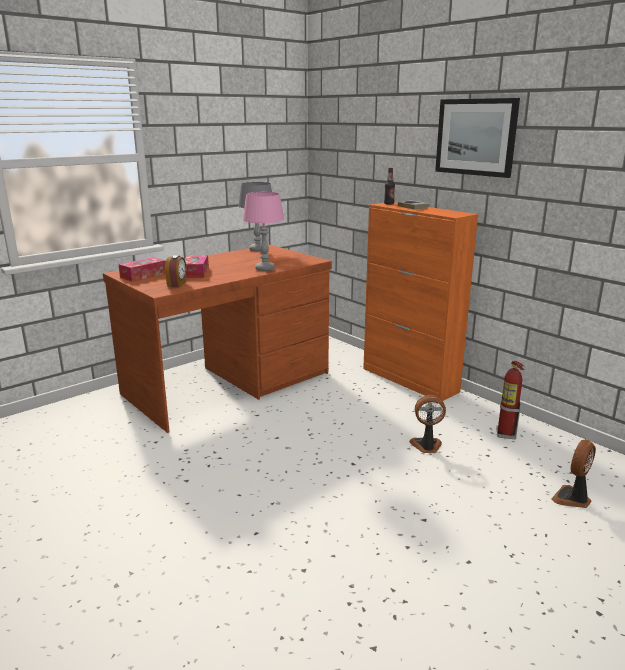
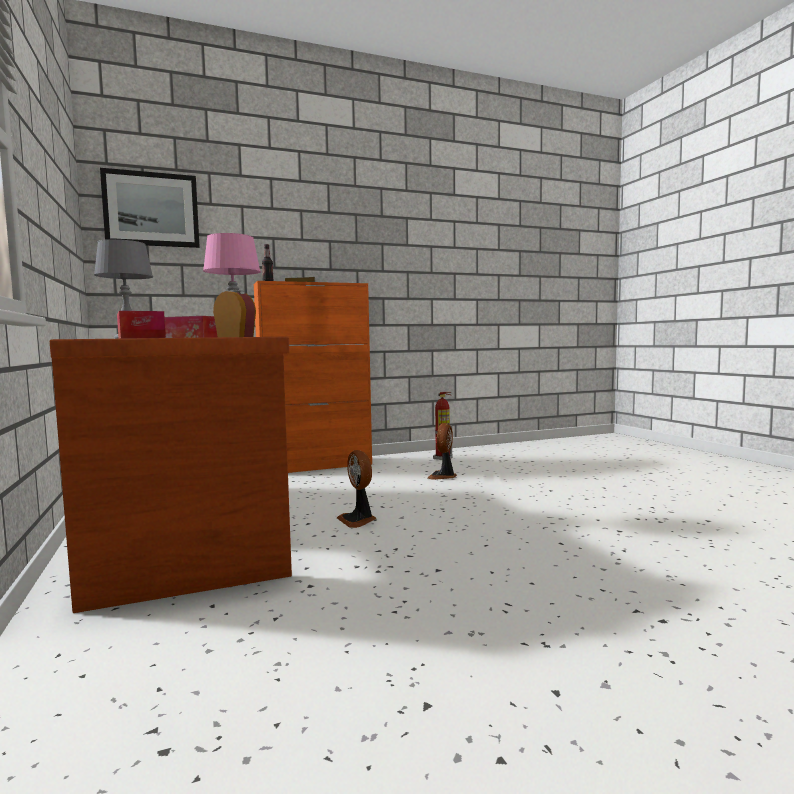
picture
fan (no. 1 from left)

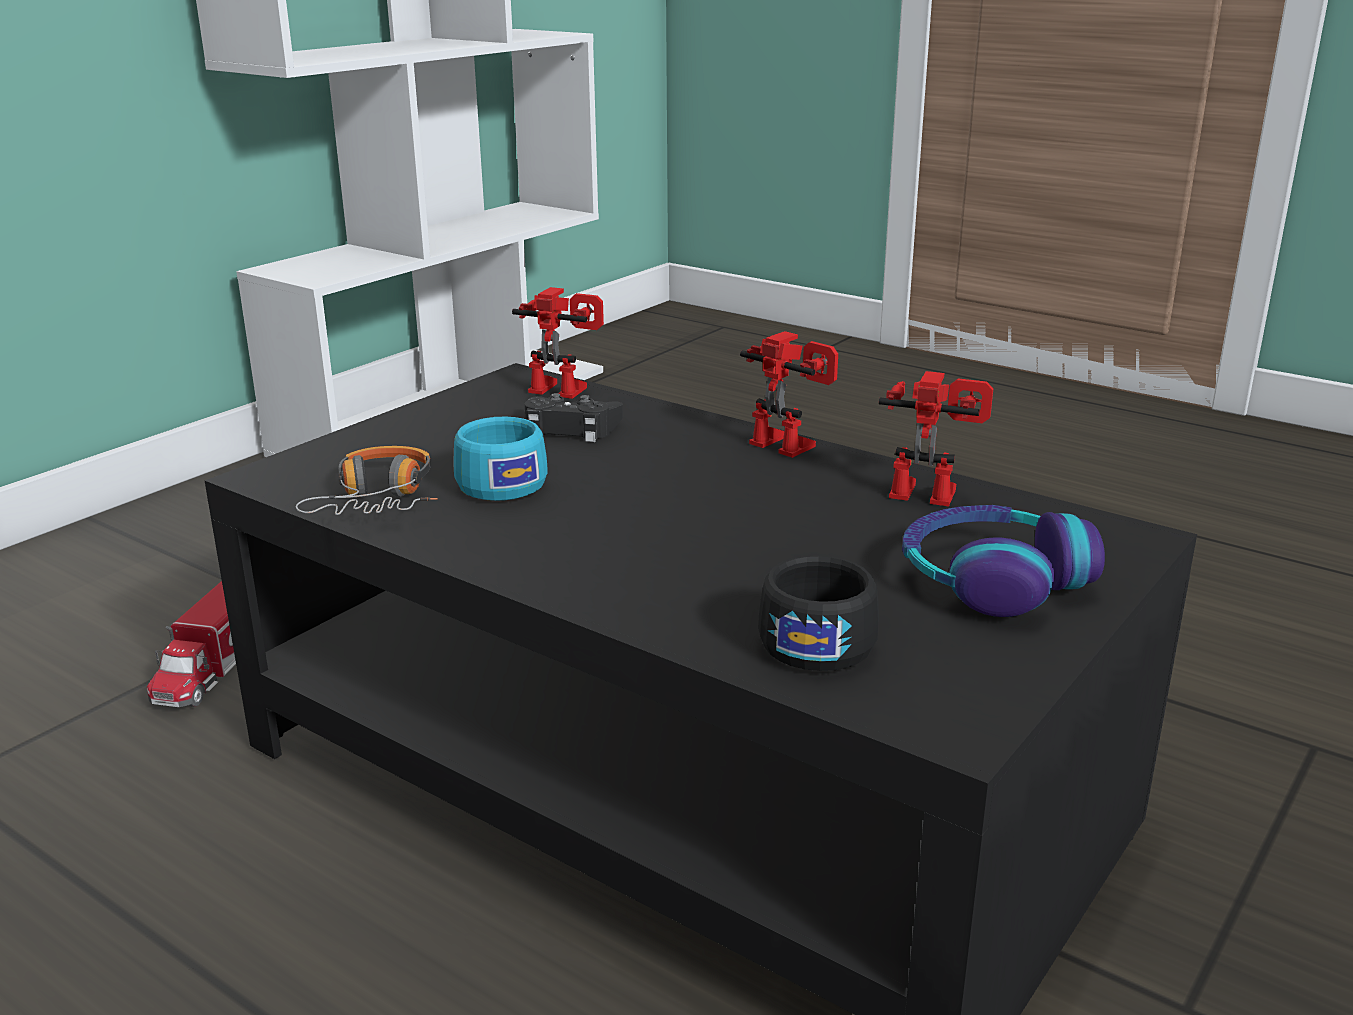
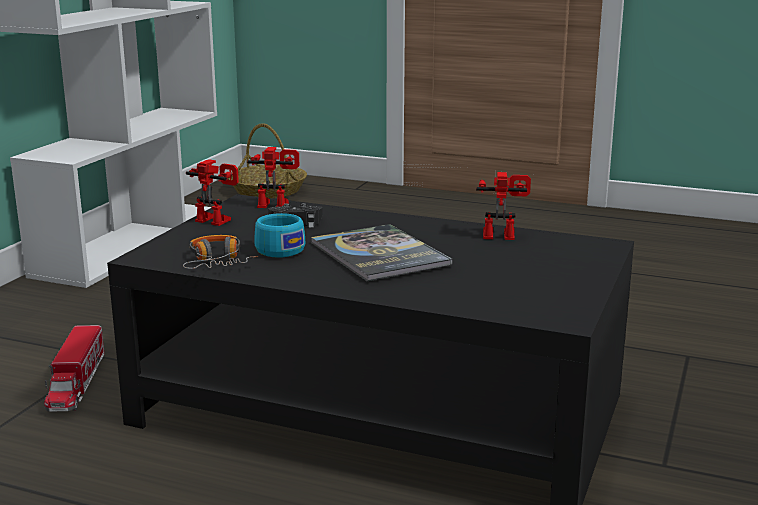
toy robot (no. 1 from left)
basket
book
black cup
headphones (no. 2 from left in the first image)

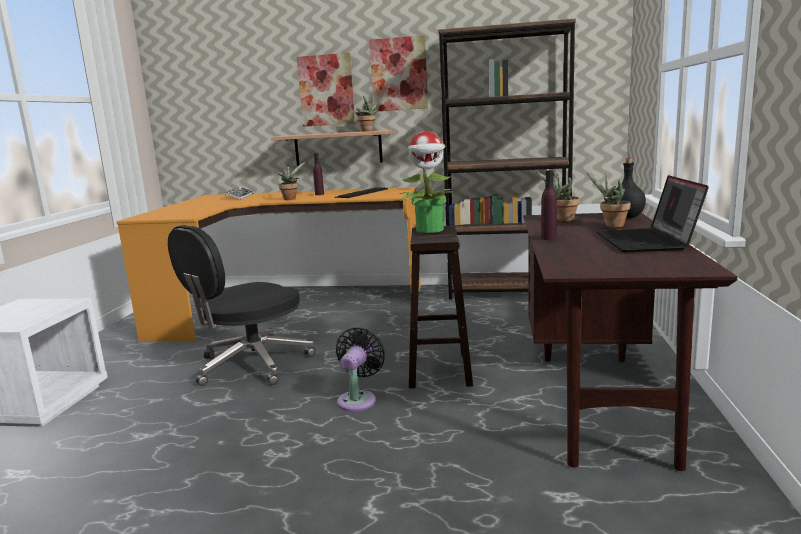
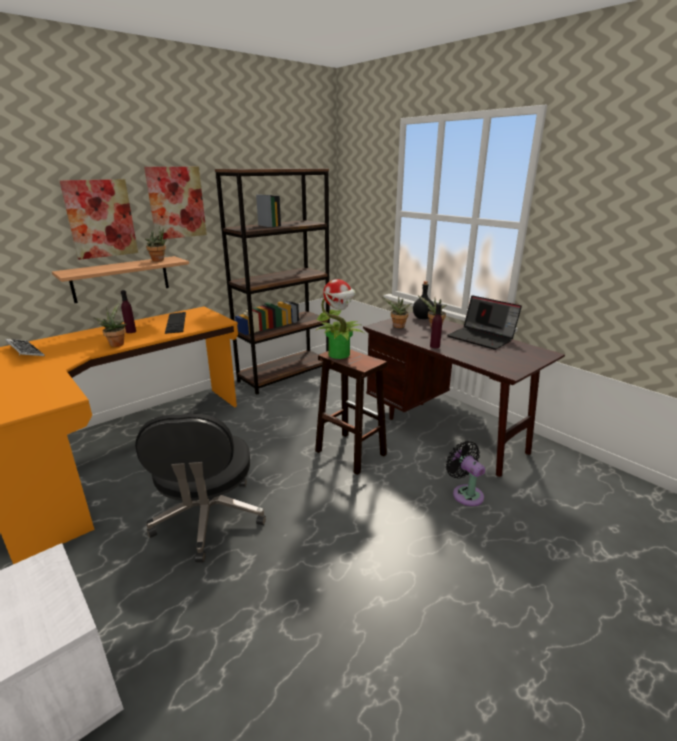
black fan

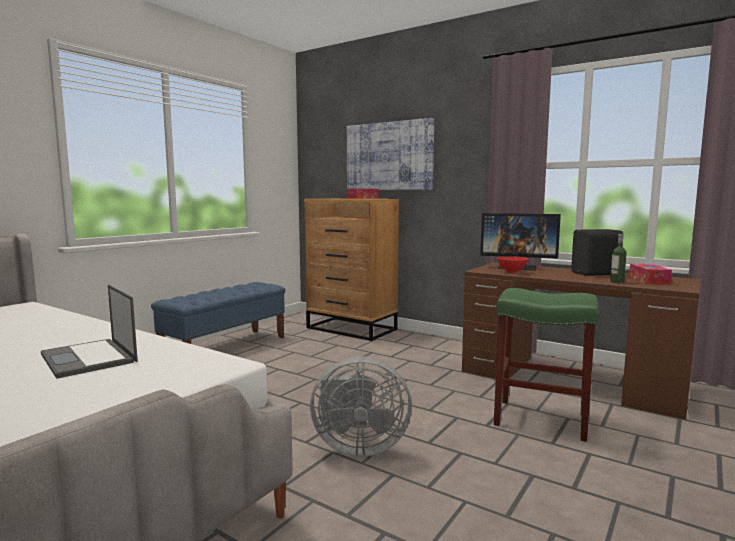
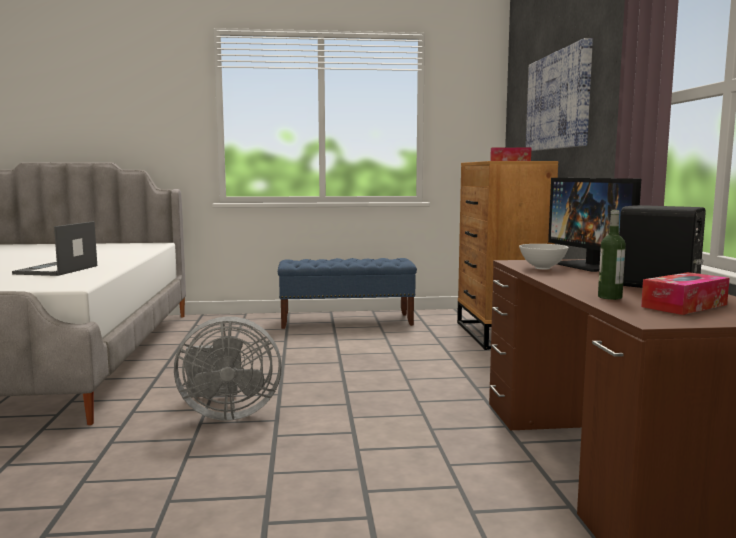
grey fan
white bowl
green stool

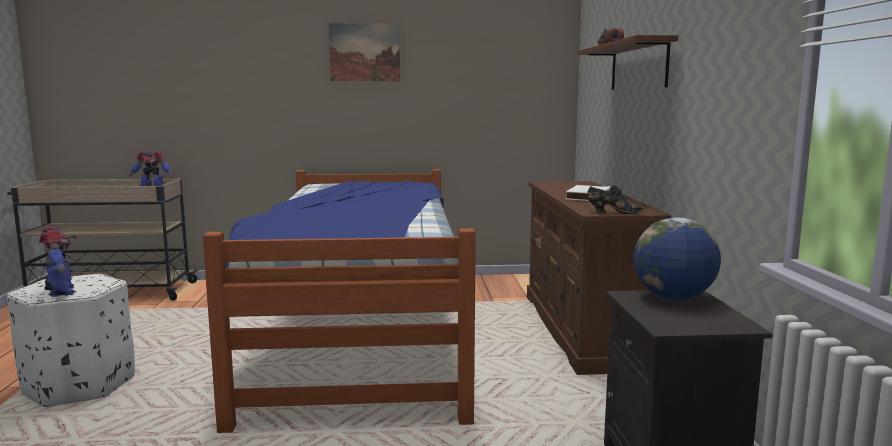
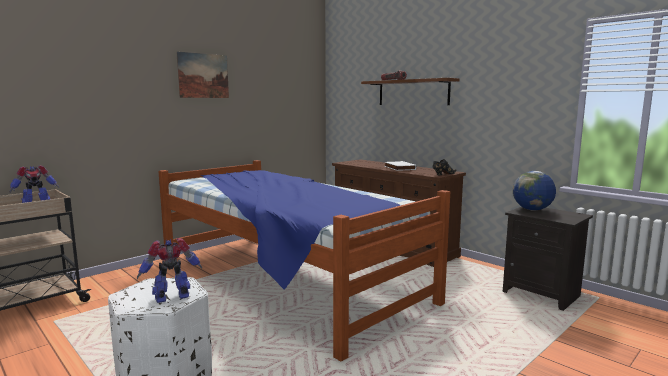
toy robot (no. 2 from left)

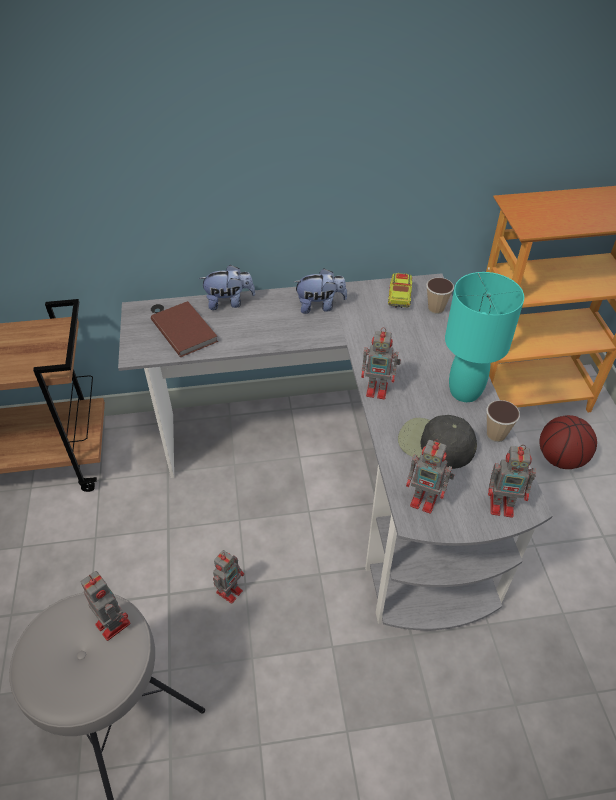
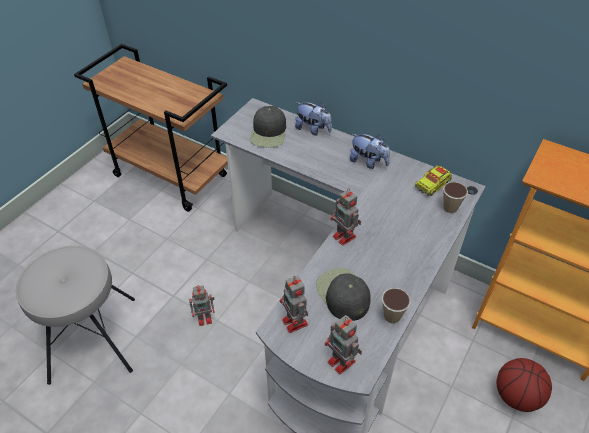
black cap (no. 1 from left)
toy robot (no. 1 from left in the first image)
turquoise table lamp

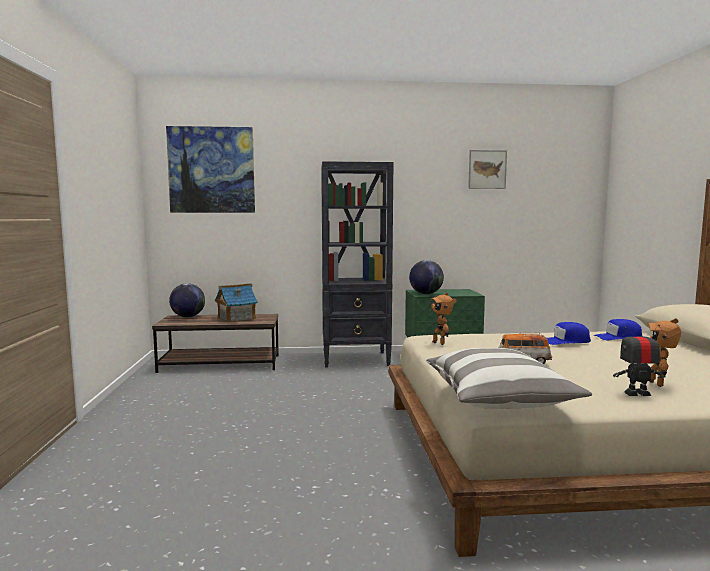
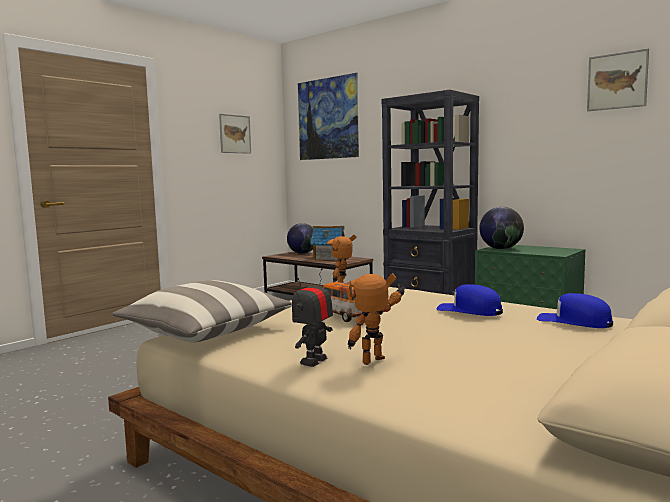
picture (no. 1 from left)
toy robot (no. 1 from left)

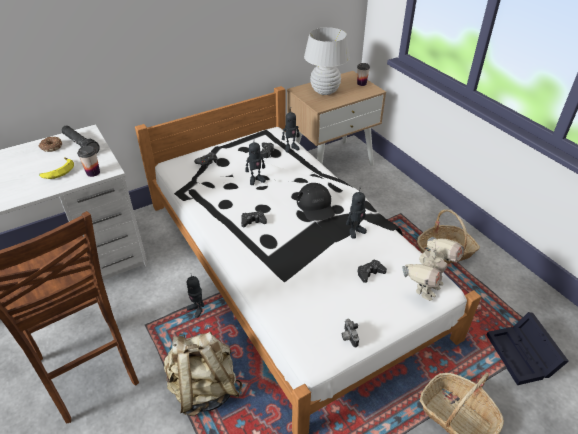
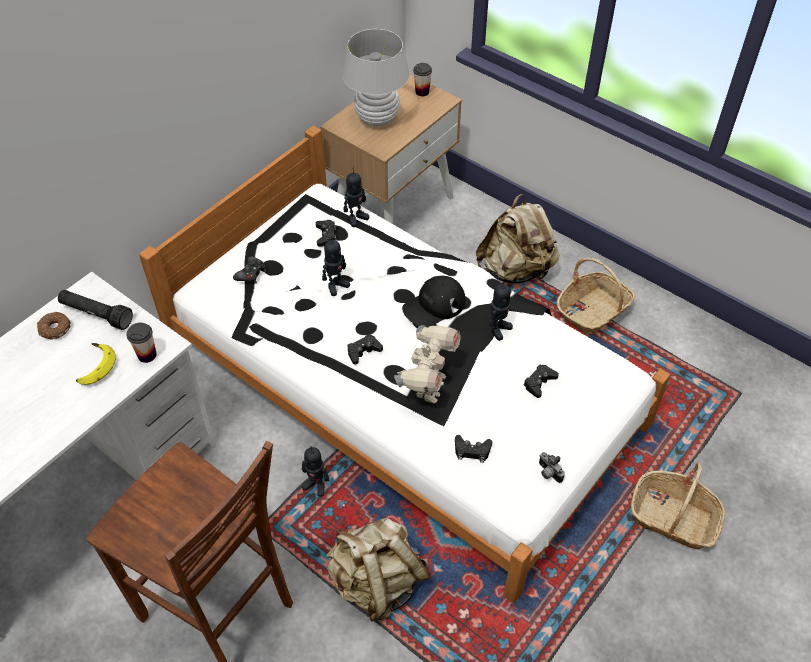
toy robot (no. 4 from left)
black cap
black game controller (no. 4 from left)
beige backpack (no. 2 from left)
black storage box

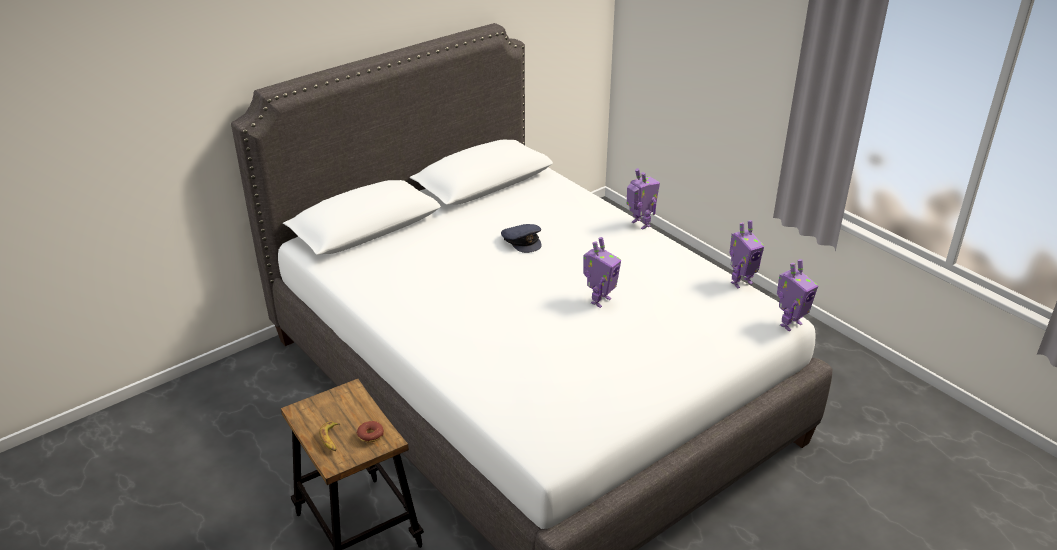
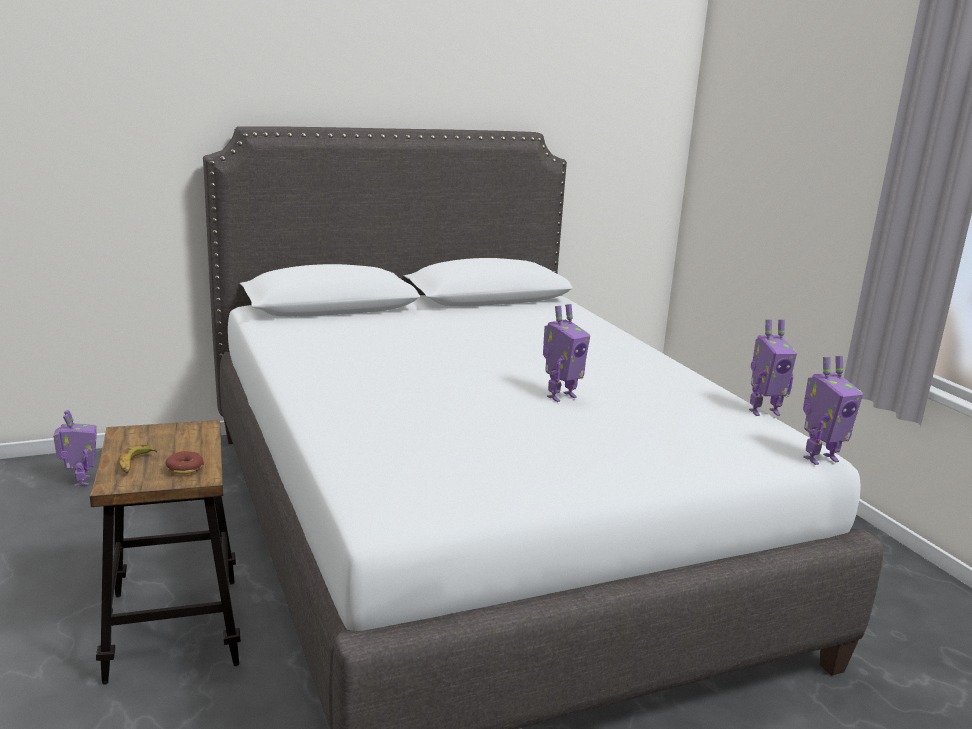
toy robot (no. 1 from left)
grey cap

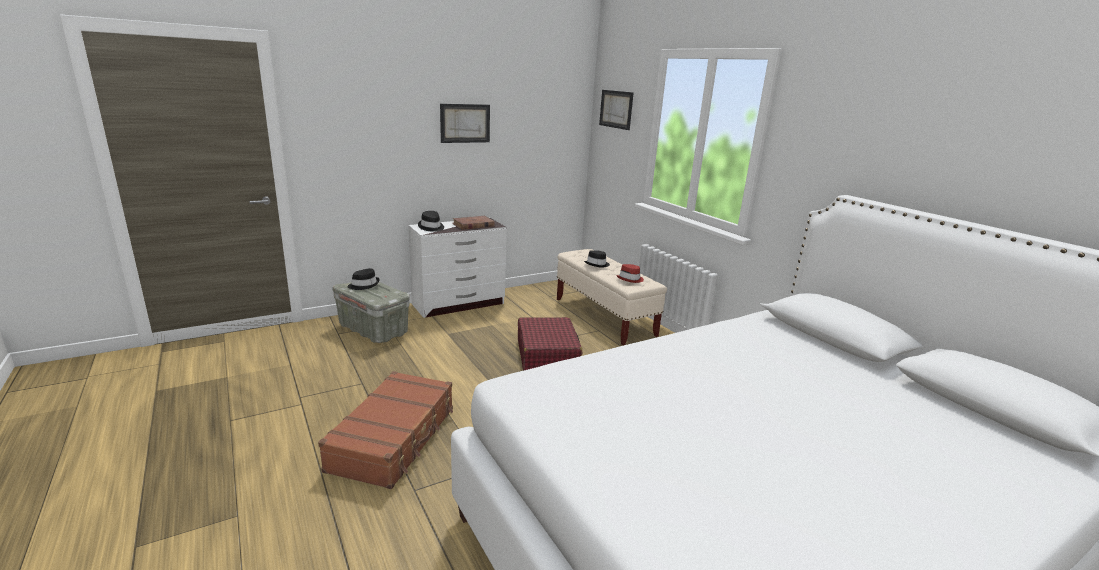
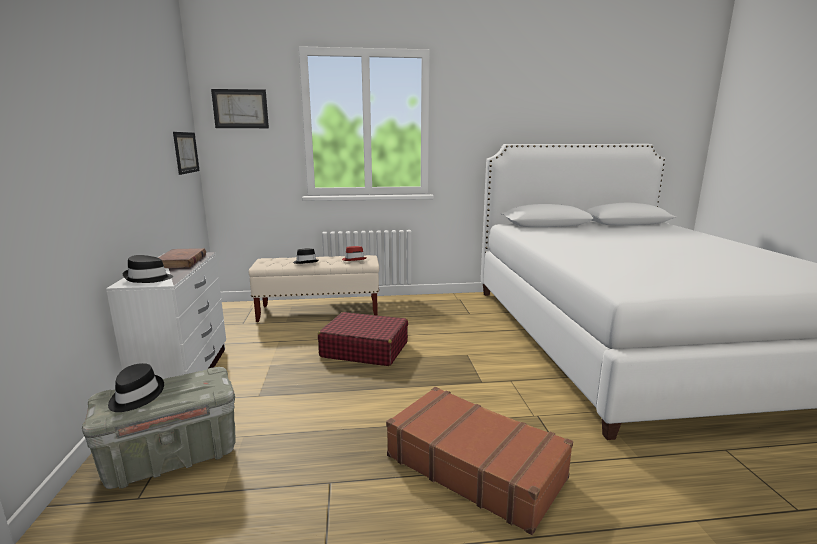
picture (no. 1 from left)

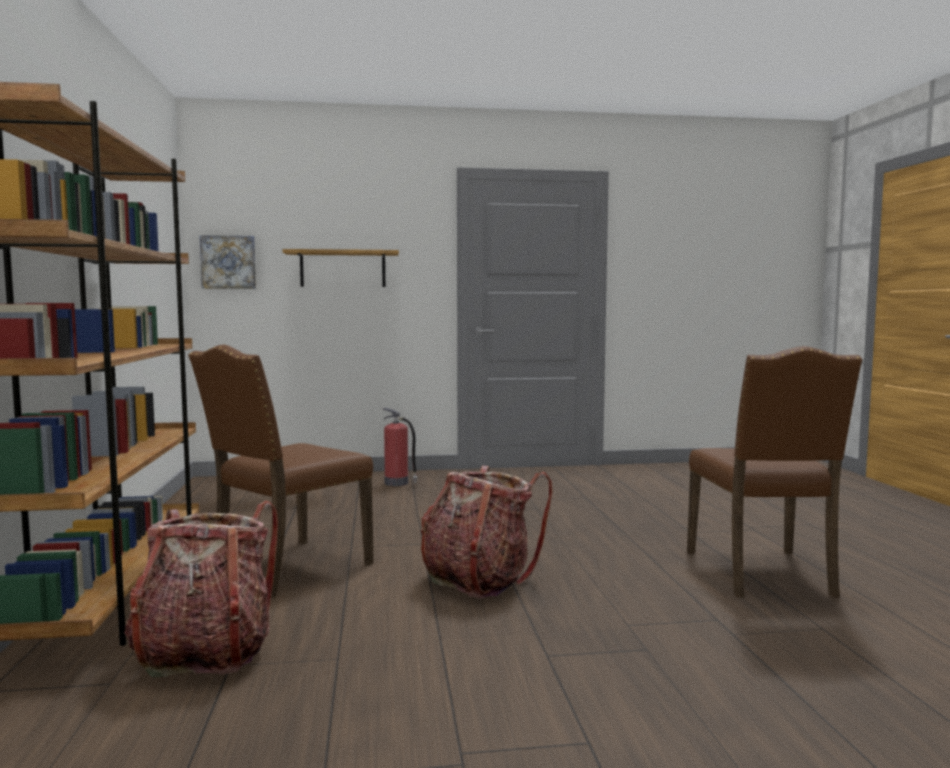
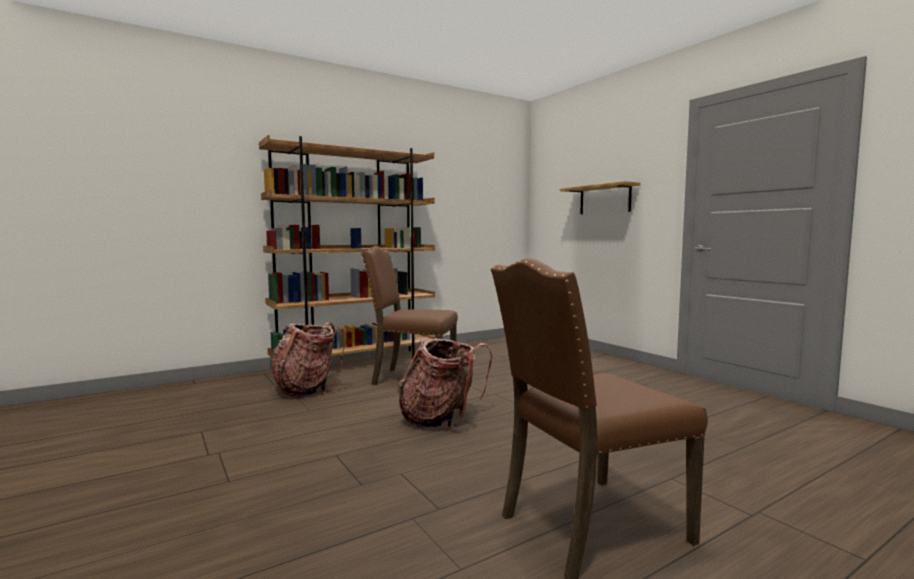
picture
fire extinguisher

